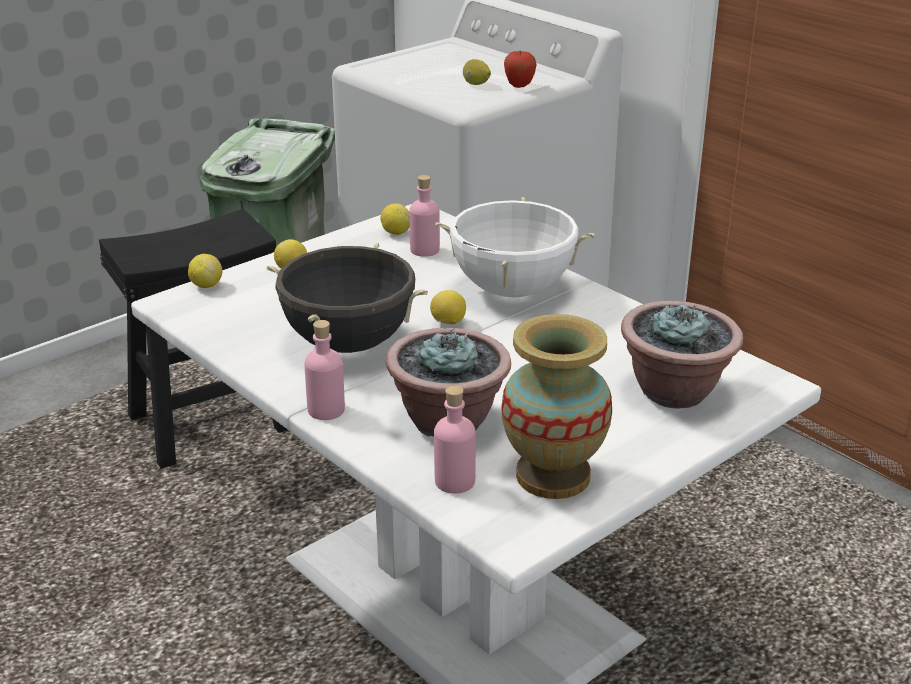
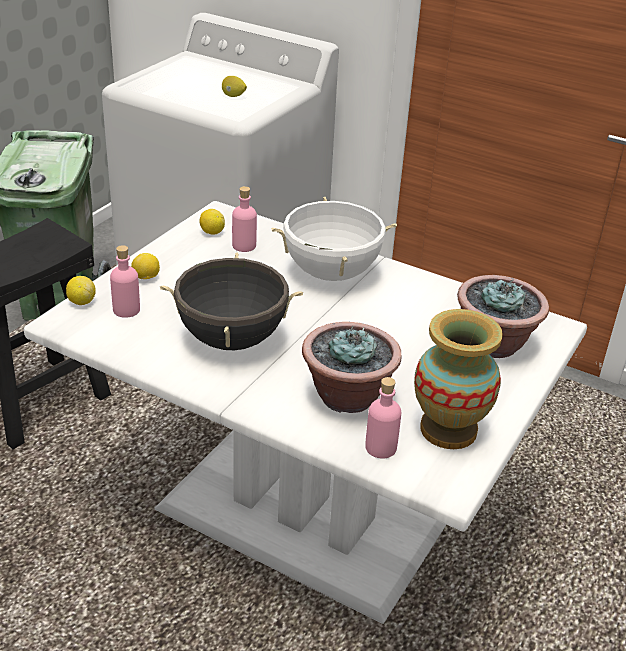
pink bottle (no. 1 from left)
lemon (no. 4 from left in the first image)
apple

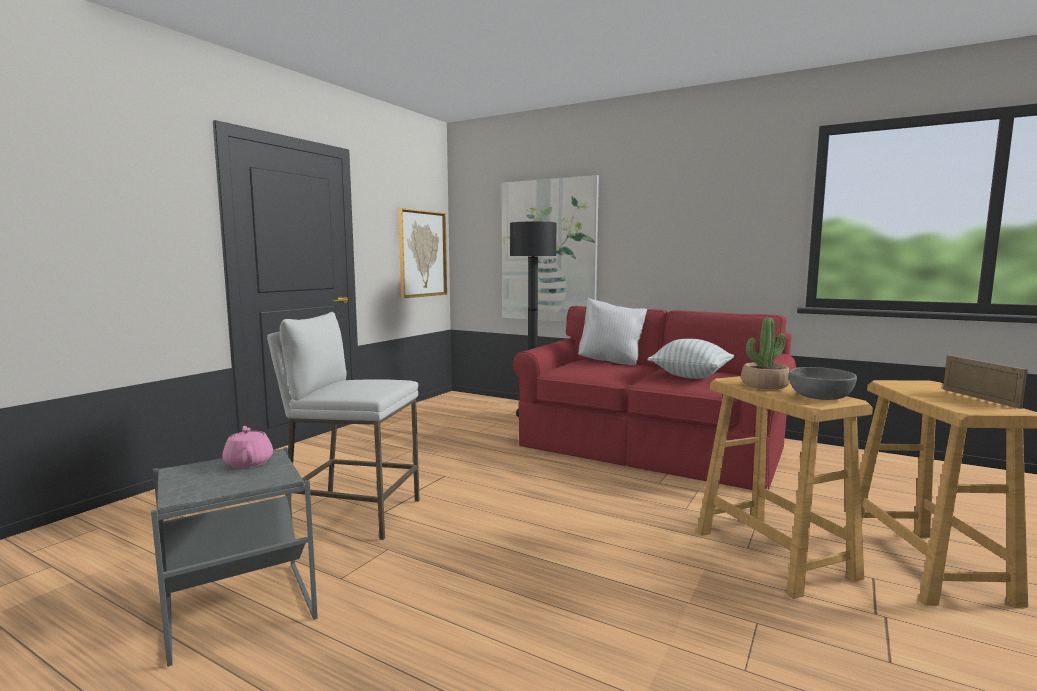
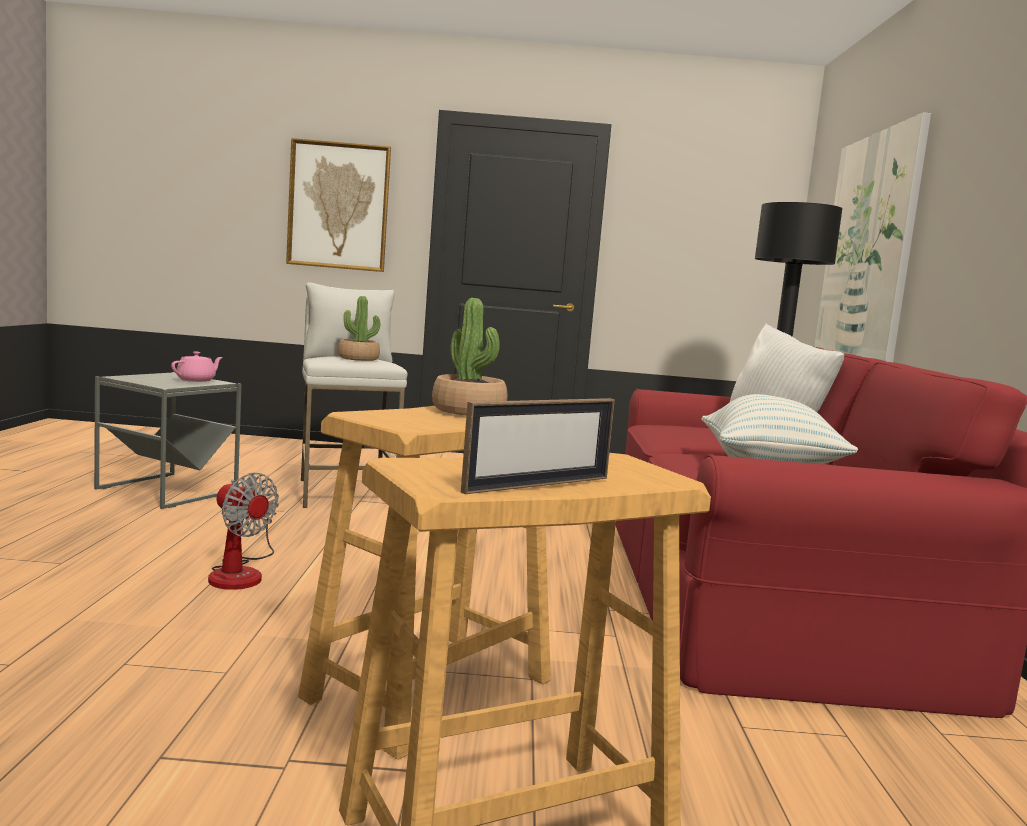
fan
picture (no. 1 from left)
potted plant (no. 1 from left)
grey bowl

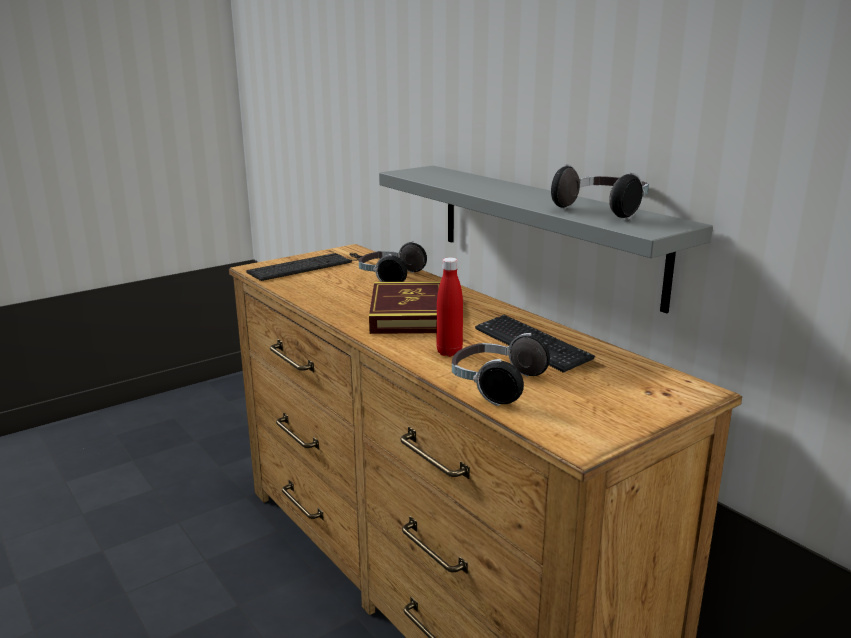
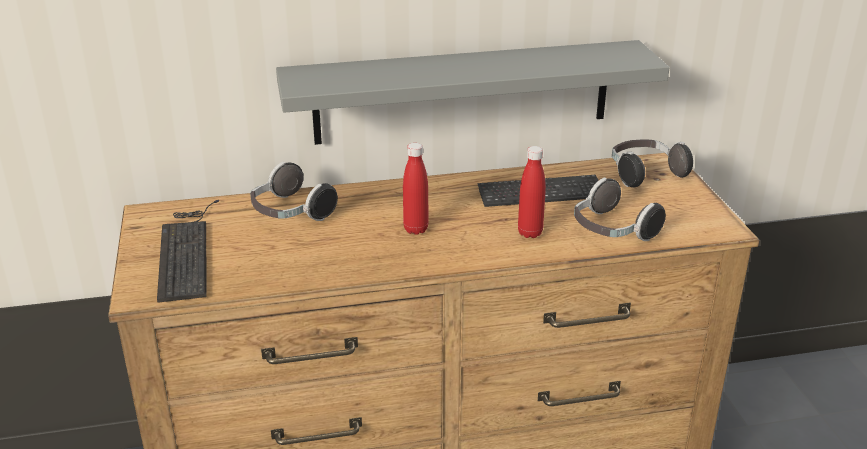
red bottle (no. 1 from left)
headphones (no. 3 from left)

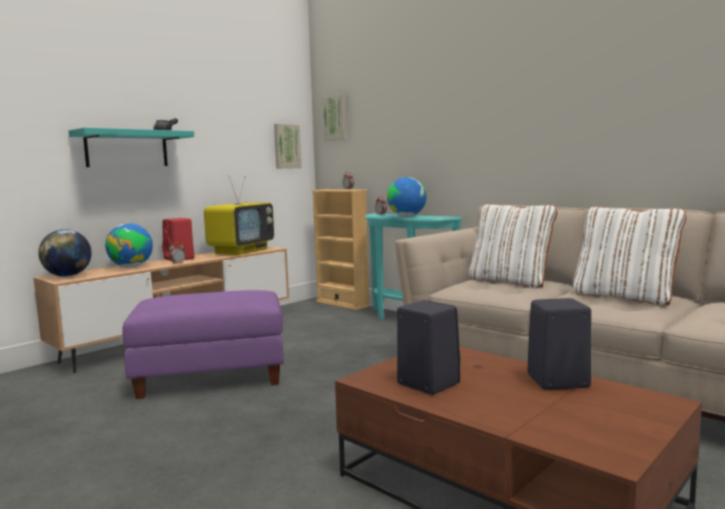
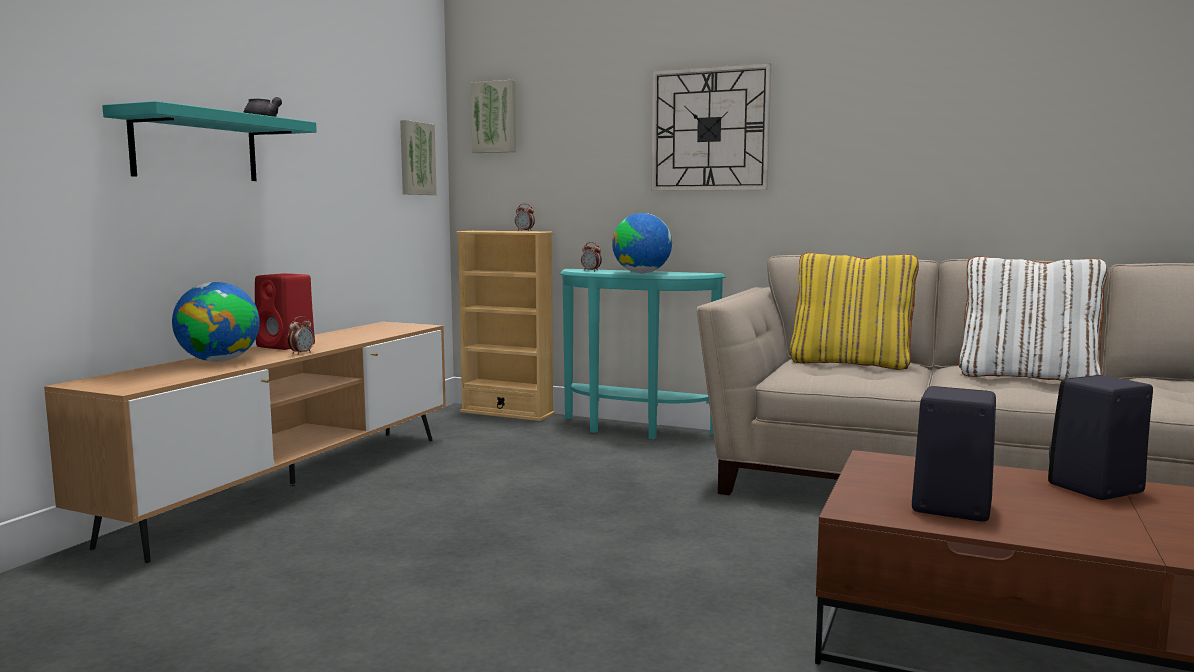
wall clock
yellow pillow
globe (no. 1 from left in the first image)
purple ottoman
television

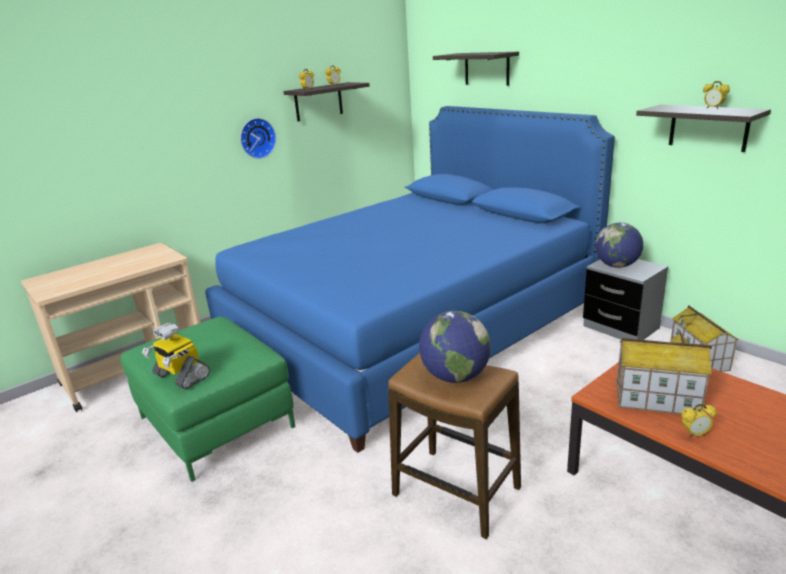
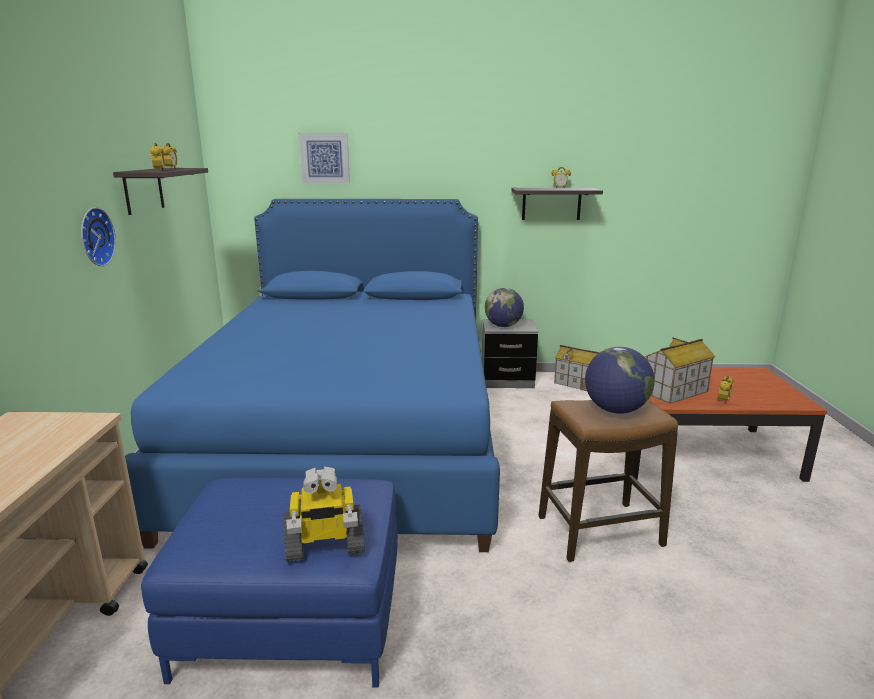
blue ottoman
picture

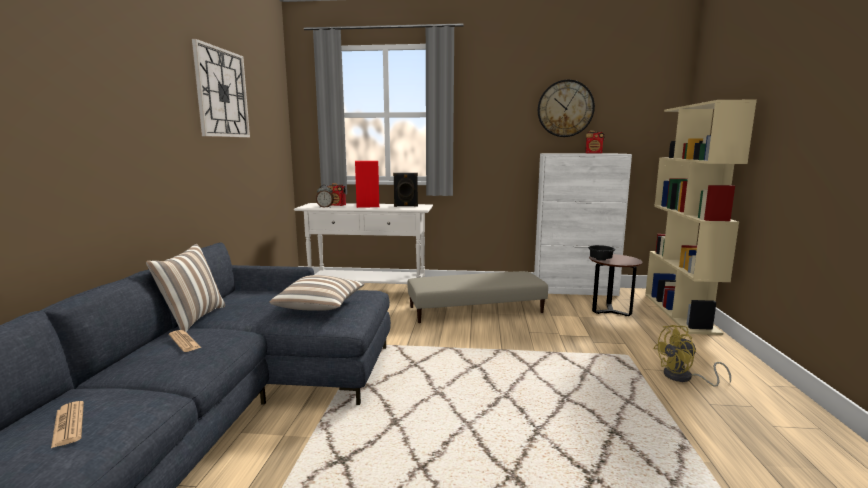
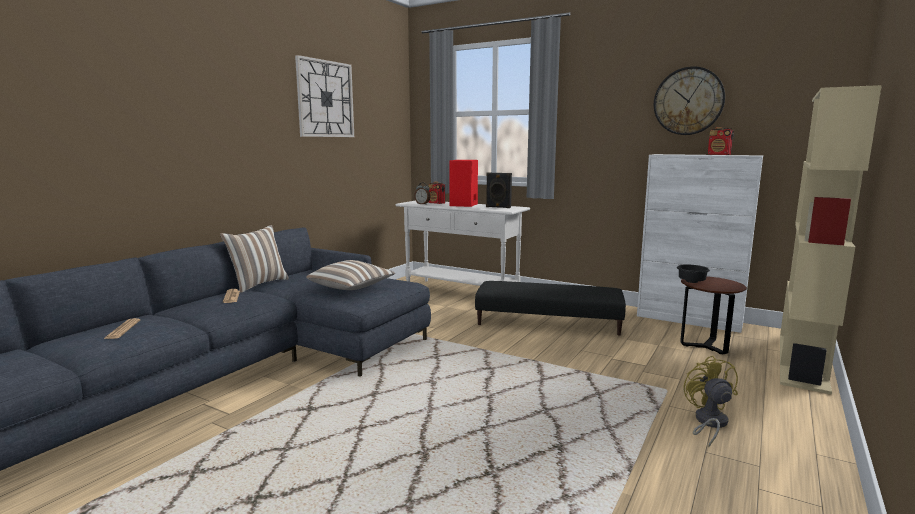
black ottoman
yellow fan

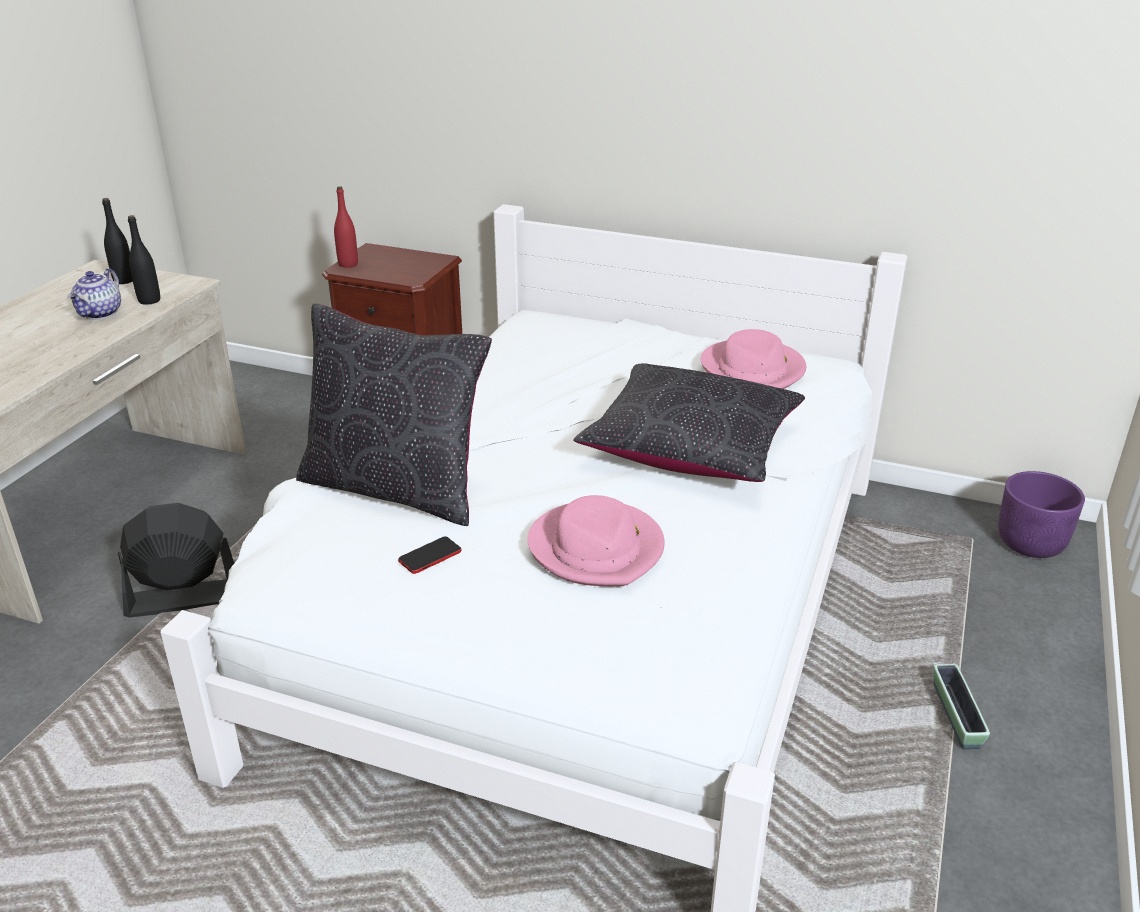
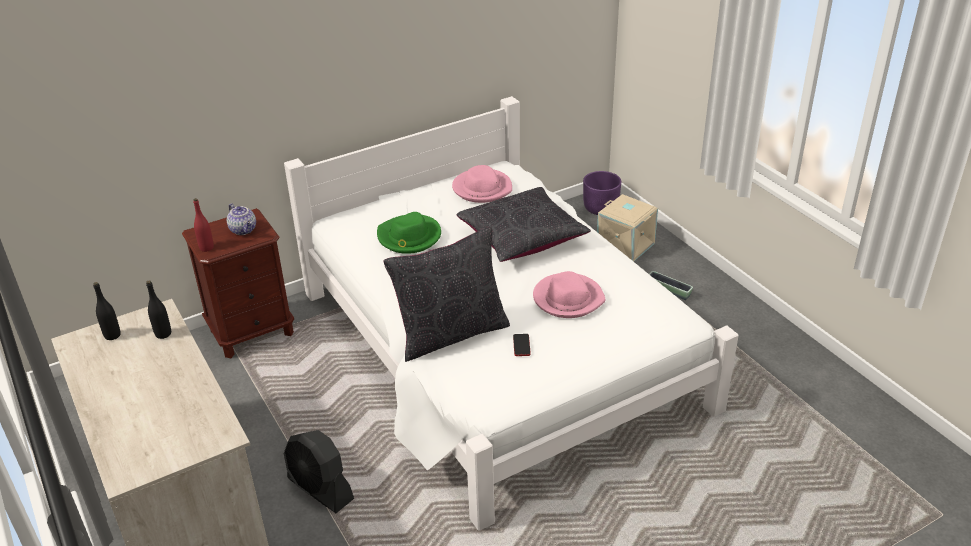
teapot
black fan
green hat
beige storage box

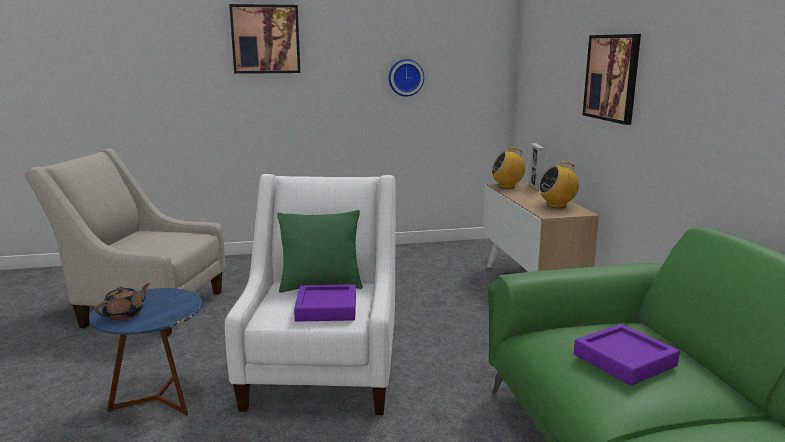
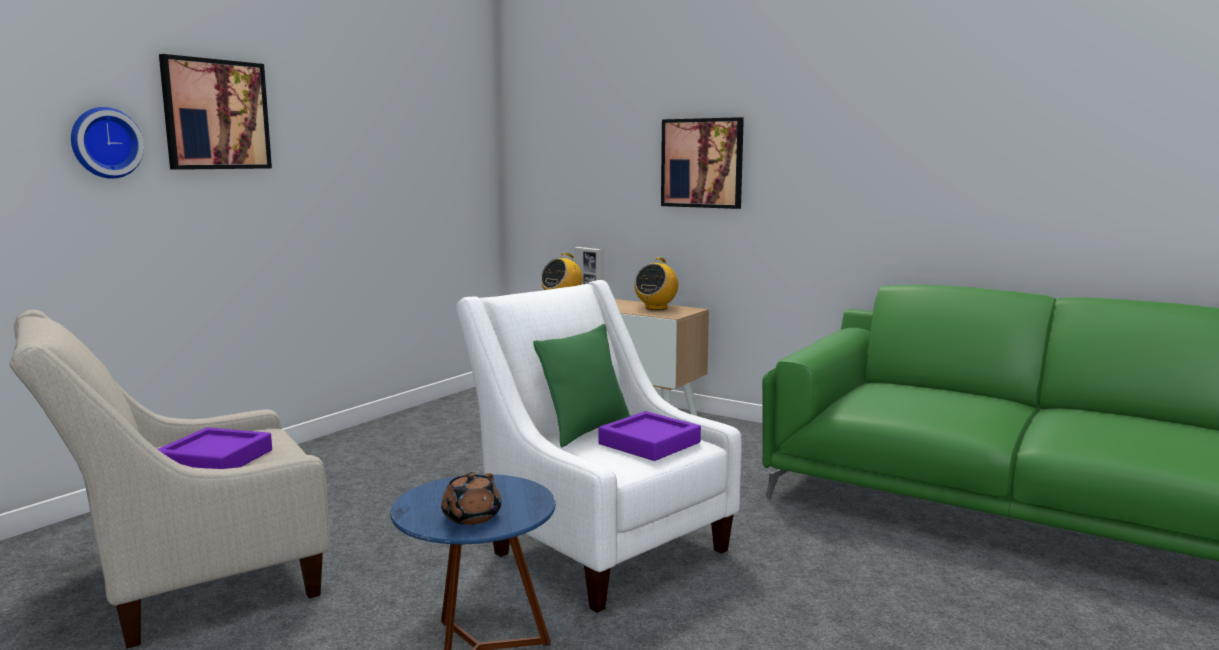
wall clock
purple tray (no. 1 from left)
brown teapot

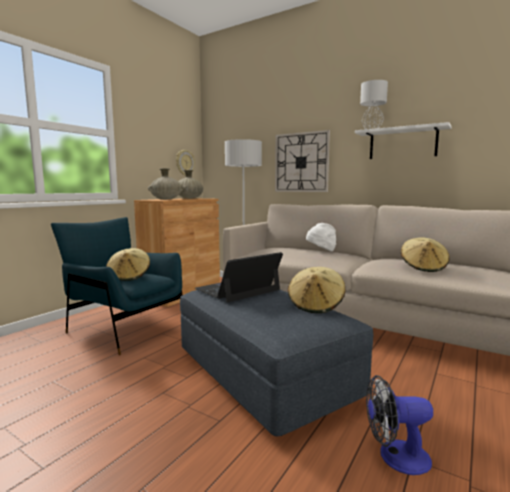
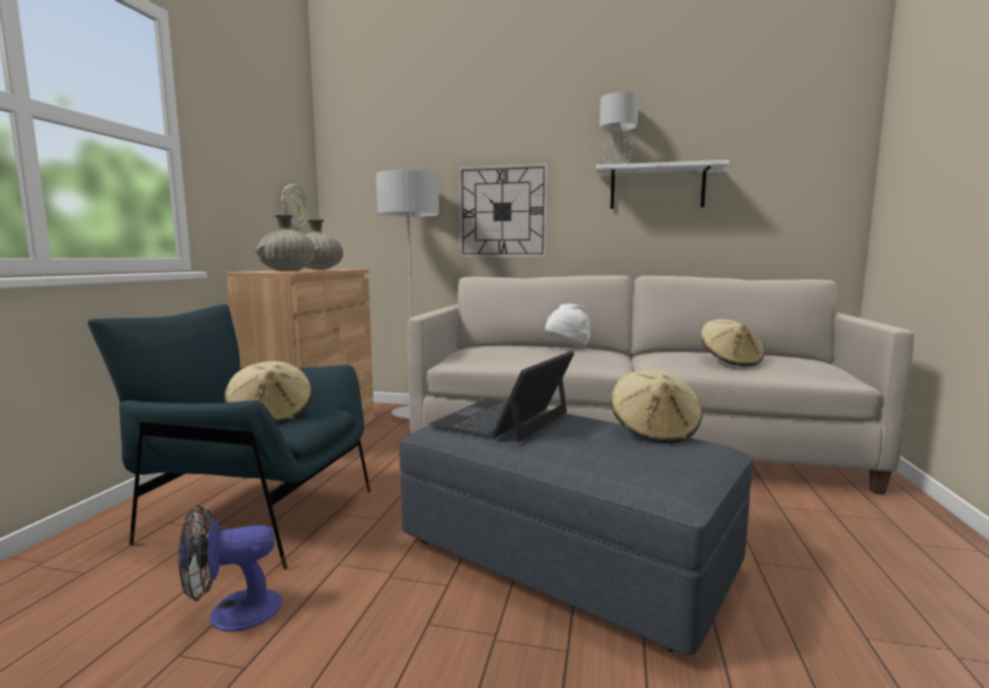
fan

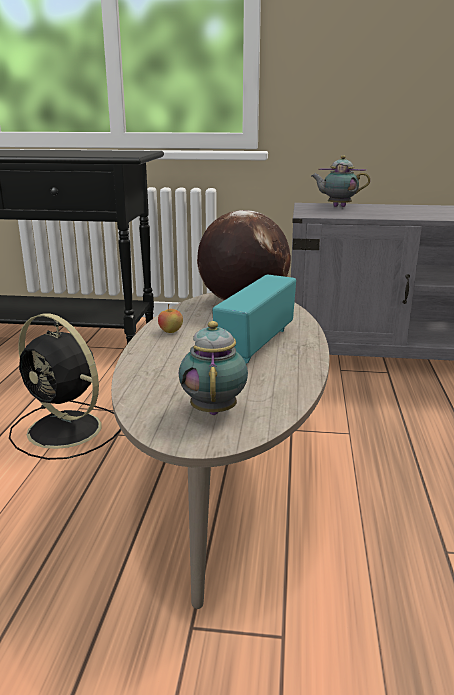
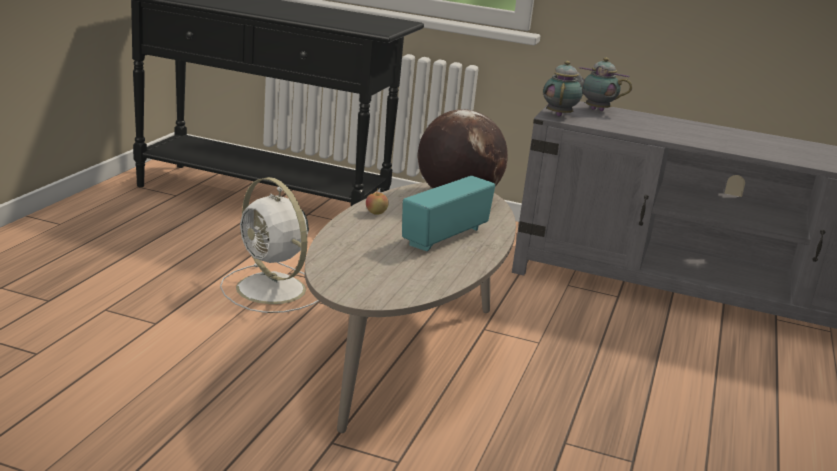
white fan
teapot (no. 1 from left)

